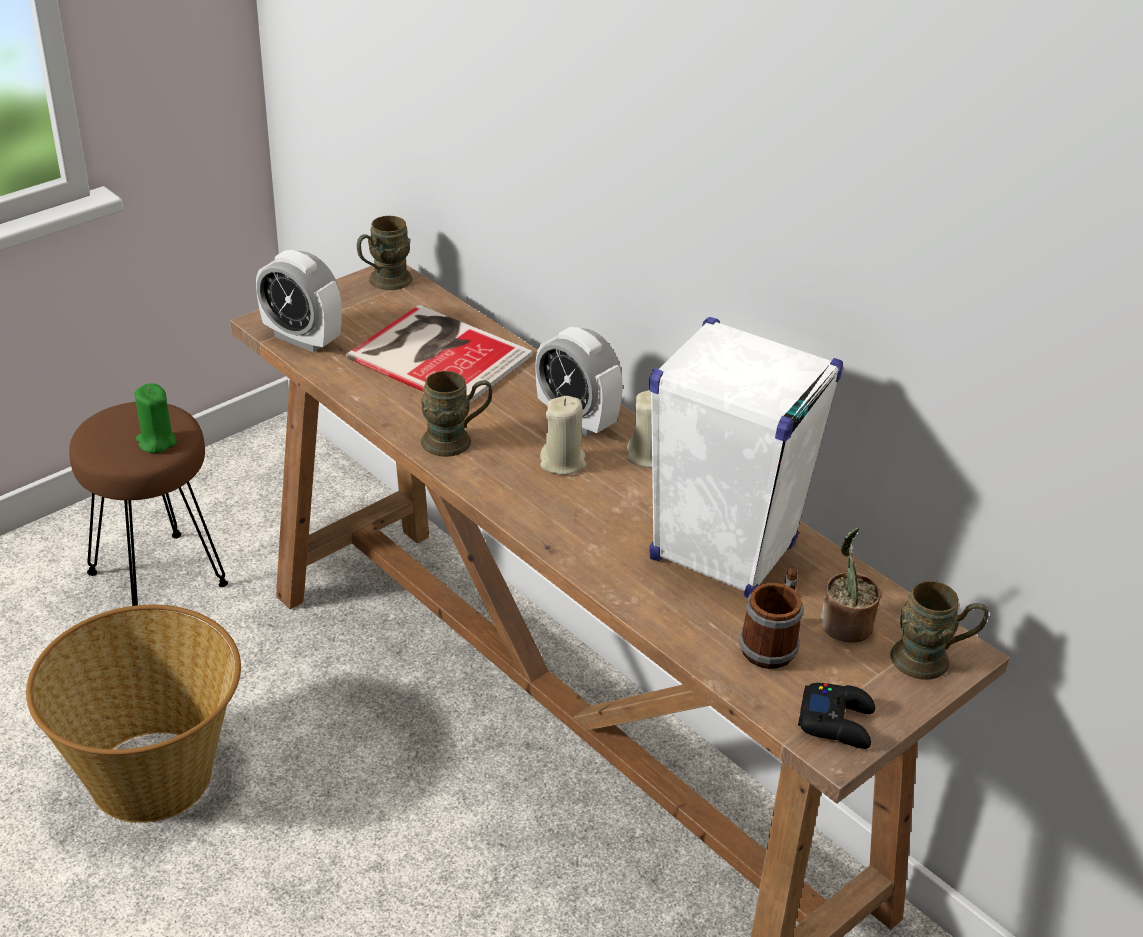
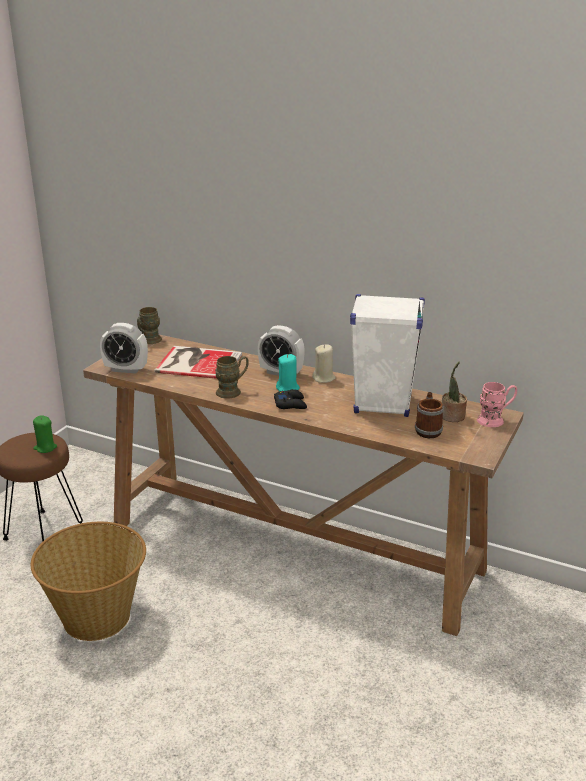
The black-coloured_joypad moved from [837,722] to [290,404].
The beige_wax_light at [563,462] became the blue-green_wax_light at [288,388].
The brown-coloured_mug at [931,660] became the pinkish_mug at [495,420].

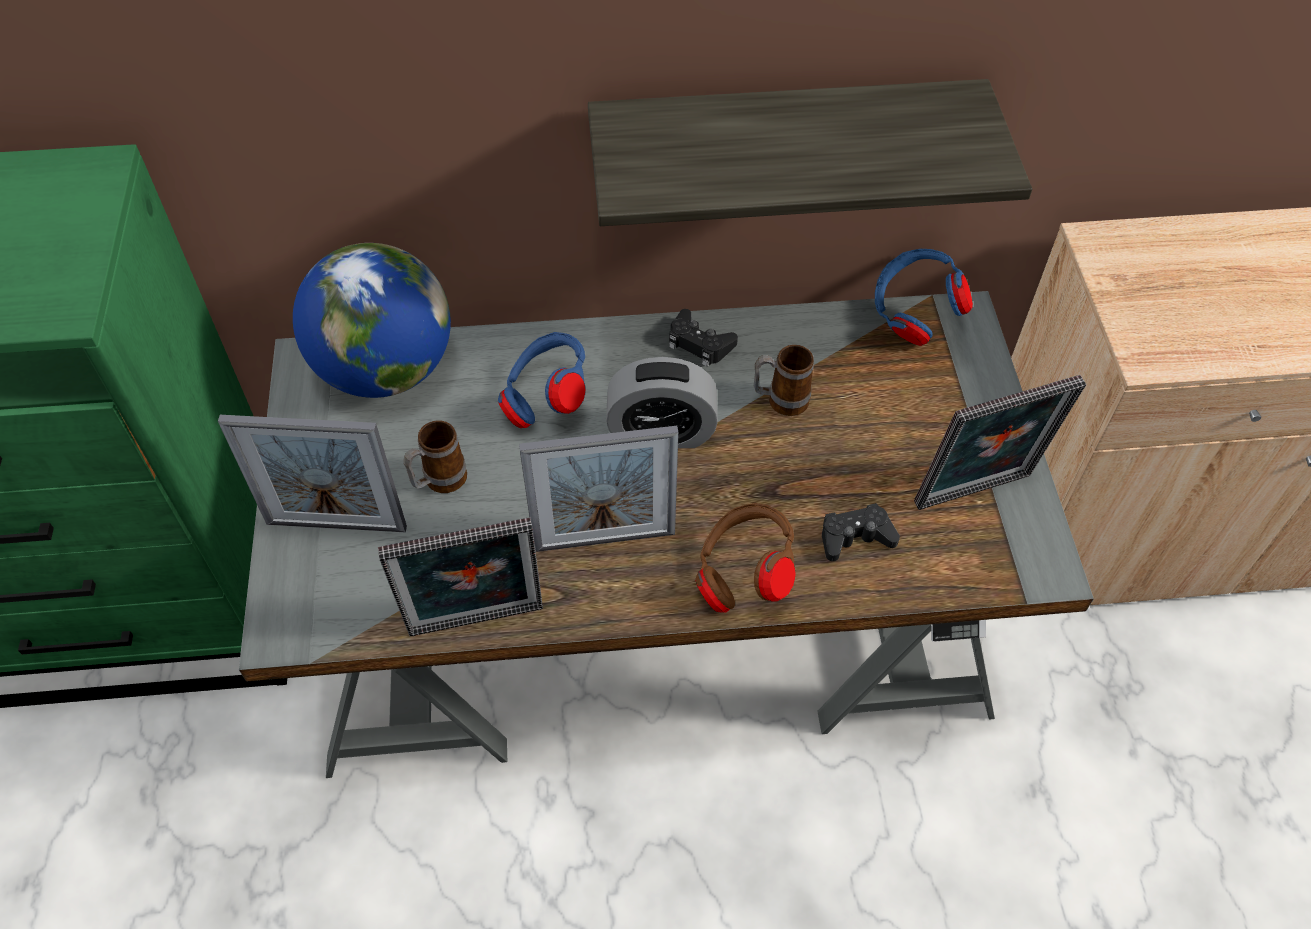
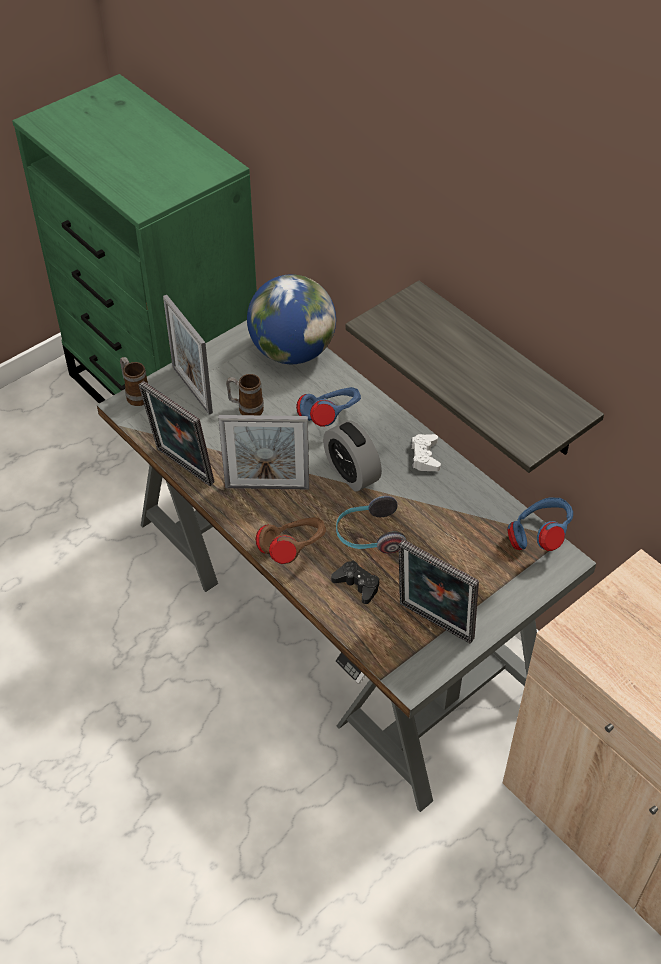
The mug moved from [779,401] to [136,395].
The picture_frame at [604,540] turned 45 degrees counterclockwise.
The pair_of_headphones at [368,535] appeared.
The black-coloured_joypad at [699,343] became the white-coloured_joypad at [425,456].

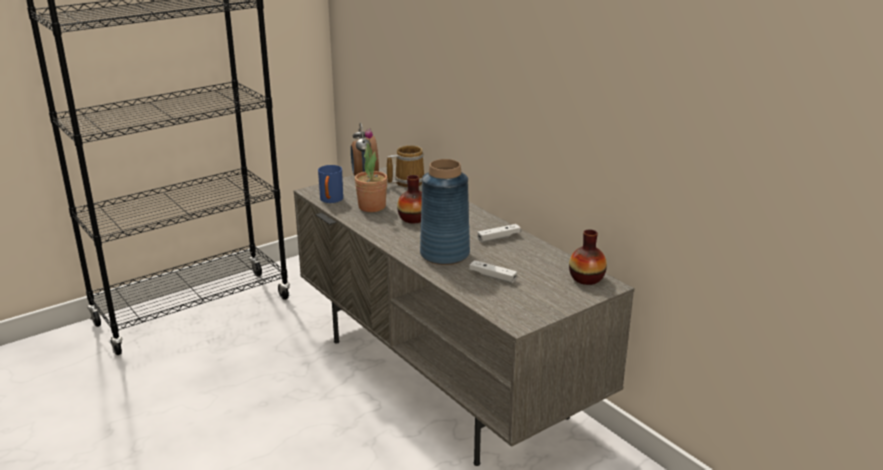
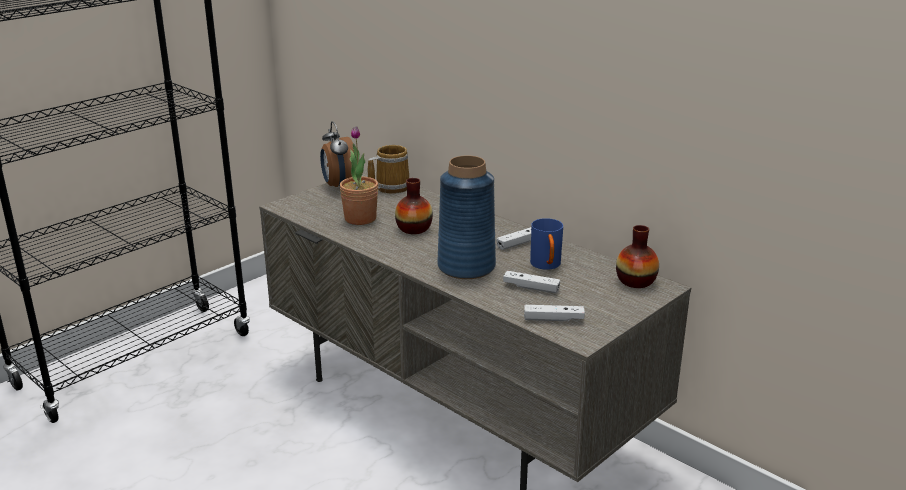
The white-coloured_joypad at [553,319] appeared.
The blue_mug moved from [330,201] to [546,266].

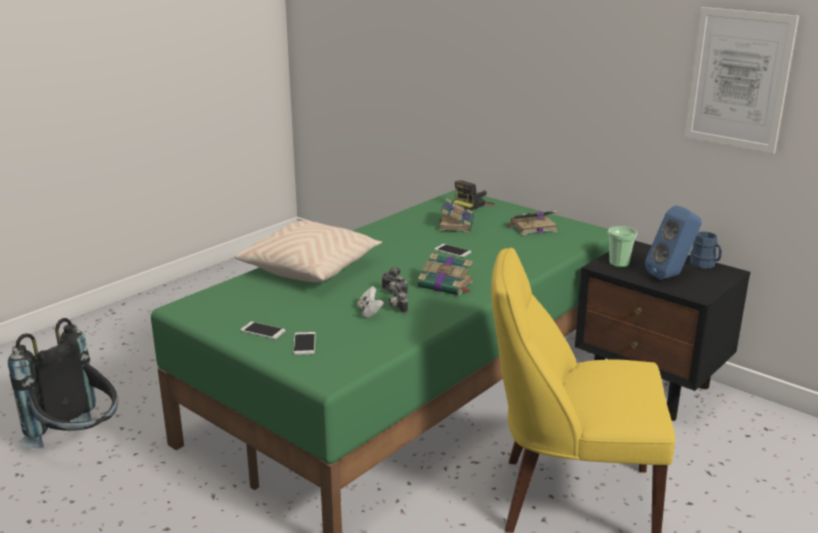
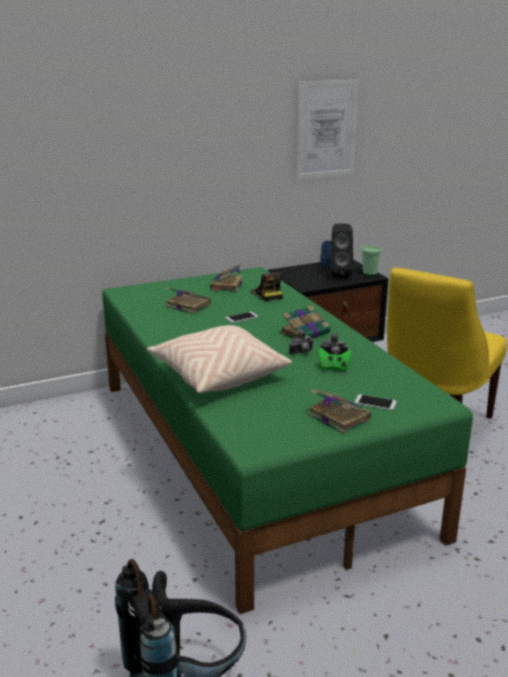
The photo_camera moved from [472,205] to [267,294].
The telephone at [263,331] was replaced by the bound_book at [337,416].
The white-coloured_joypad at [369,312] became the green_joypad at [334,368].
The blue_loudspeaker at [671,276] became the black-coloured_loudspeaker at [339,275].
The small_cup moved from [619,263] to [369,273].

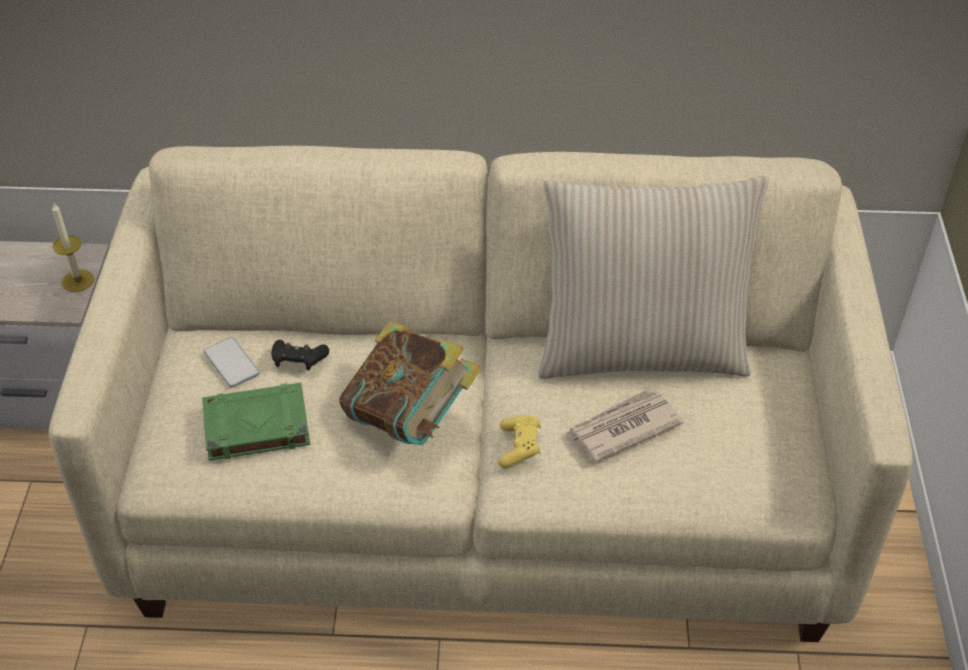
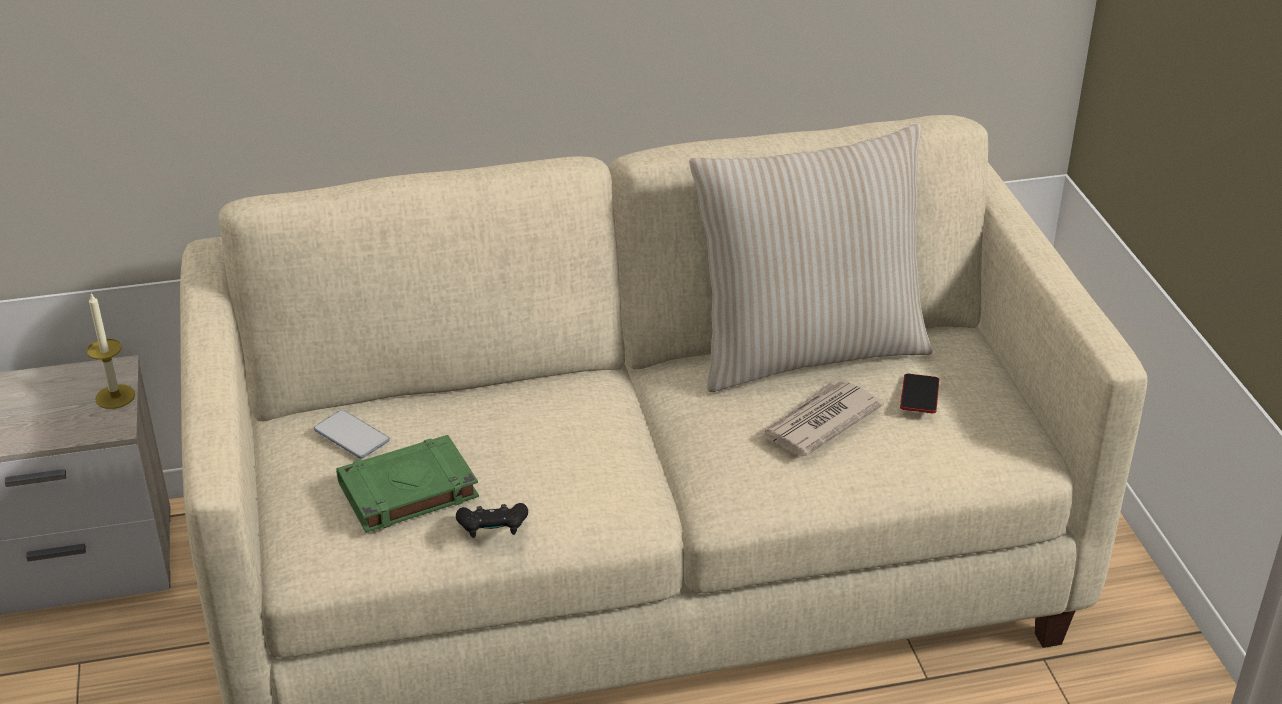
The black-coloured_joypad moved from [298,362] to [493,530].
The telephone at [919,398] appeared.
The bound_book at [411,417] disappeared.
The yellow-coloured_joypad at [519,447] disappeared.

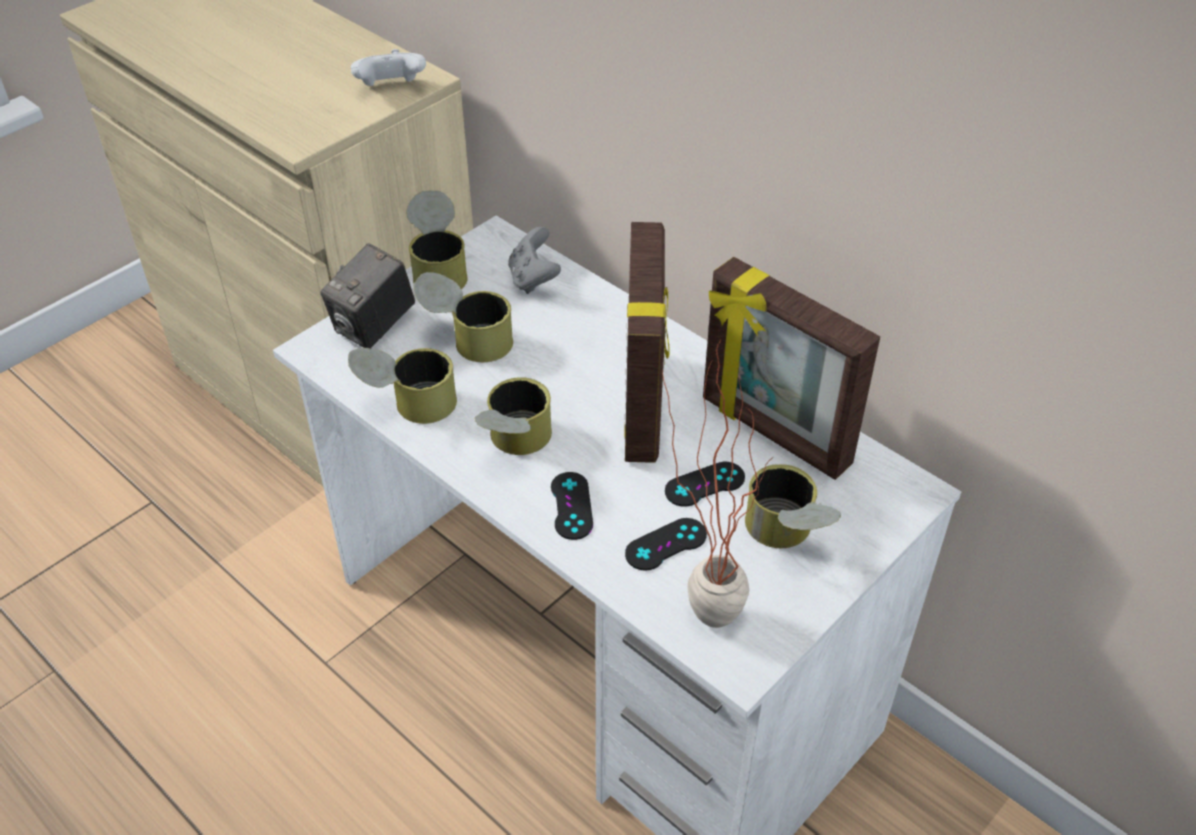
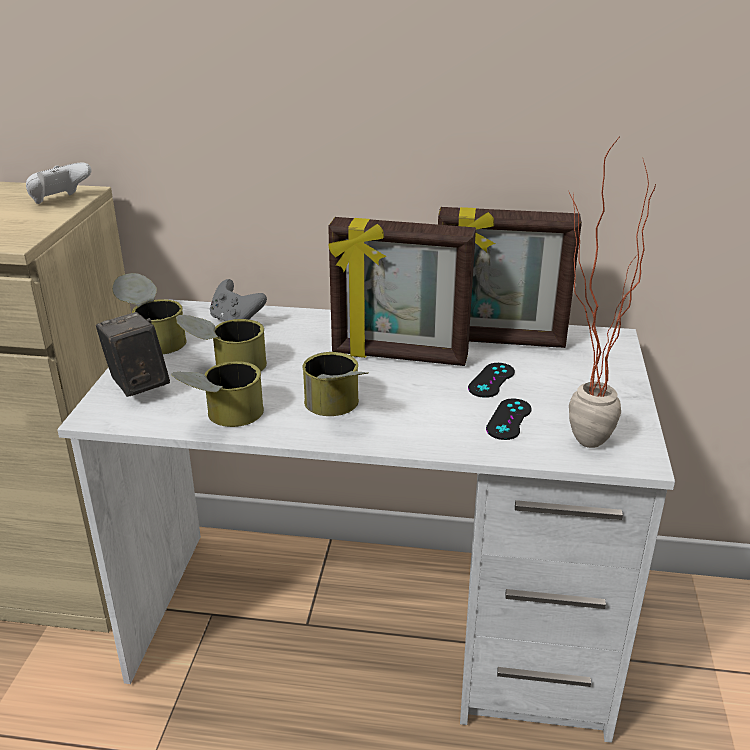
The photo_camera at [374,327] turned 150 degrees clockwise.
The picture_frame at [644,404] turned 135 degrees clockwise.
The black-coloured_joypad at [571,506] disappeared.
The can at [786,538] disappeared.

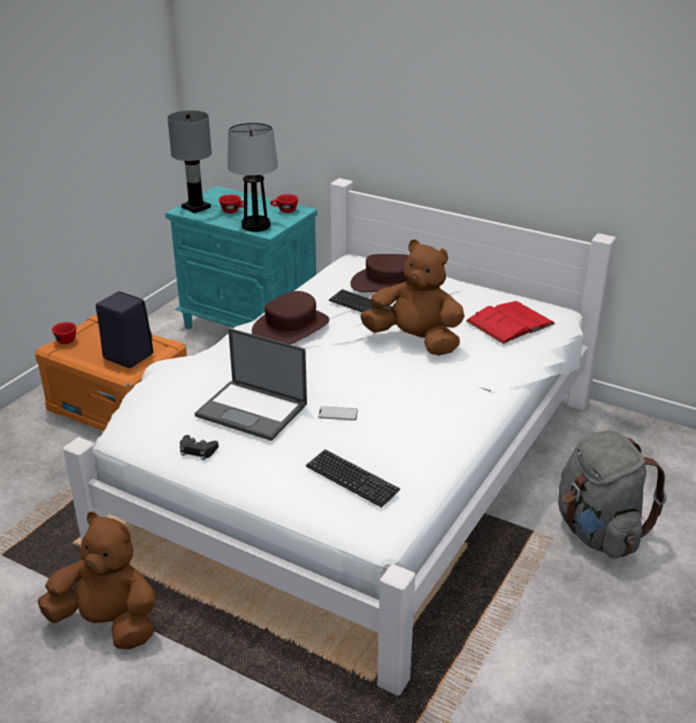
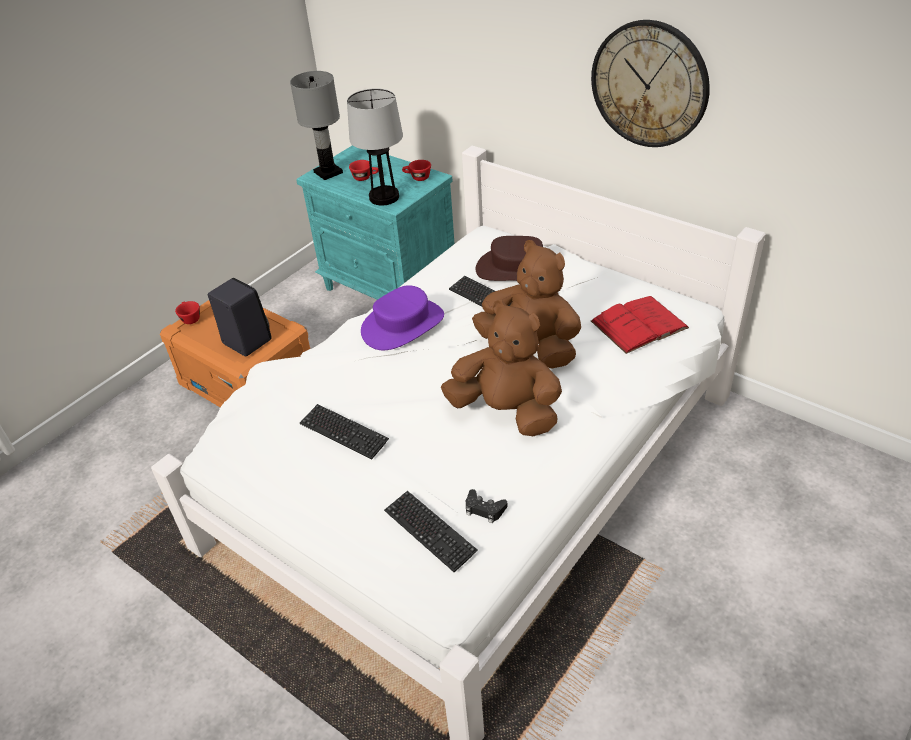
The notebook_computer at [253,410] was replaced by the computer_keyboard at [344,432].
The brown-coloured_hat at [291,328] became the purplish_hat at [403,325].
The brown-coloured_soft_toy moved from [108,623] to [506,411].
The black-coloured_joypad moved from [197,451] to [484,509].
The clock_on_the_wall at [649,84] appeared.
The telephone at [338,414] disappeared.
The greyish_knapsack at [598,532] disappeared.

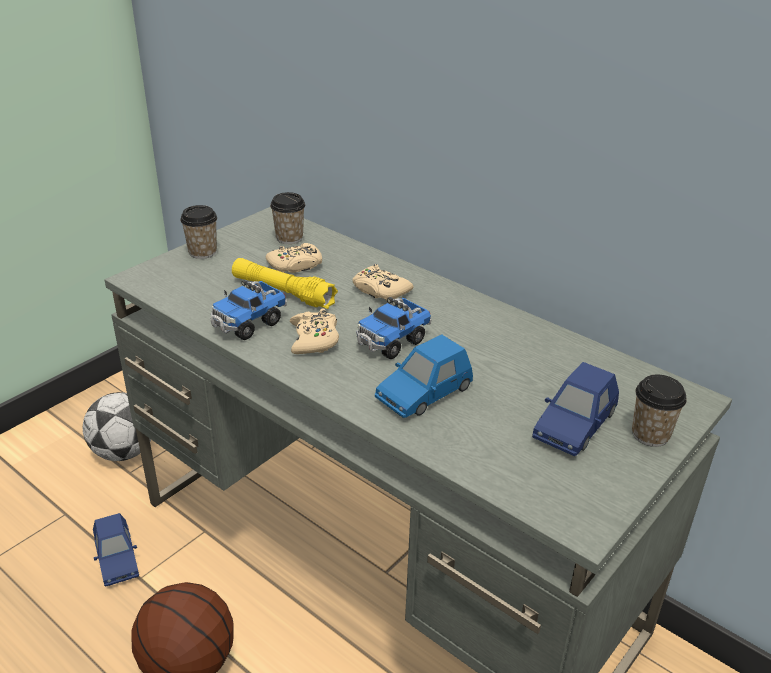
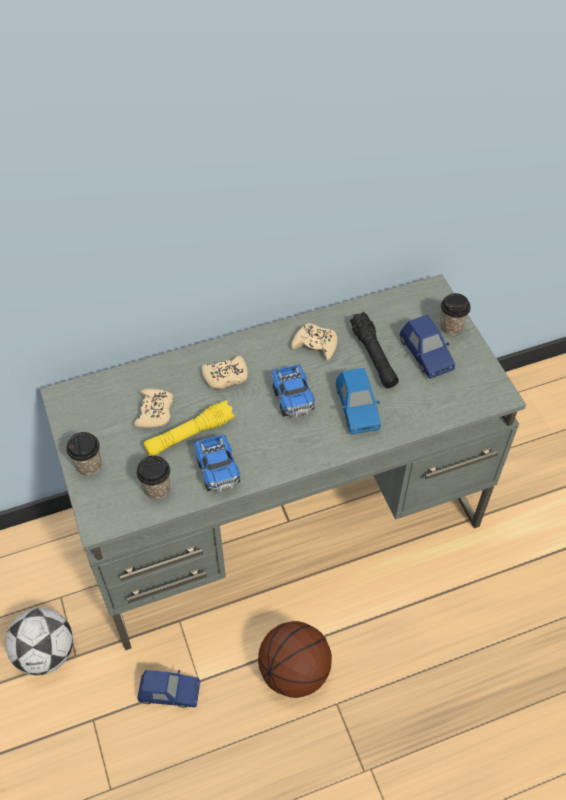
The small_cup moved from [289,238] to [157,489].
The beige_joypad moved from [314,339] to [315,345].
The black-coloured_hand_torch at [374,356] appeared.

